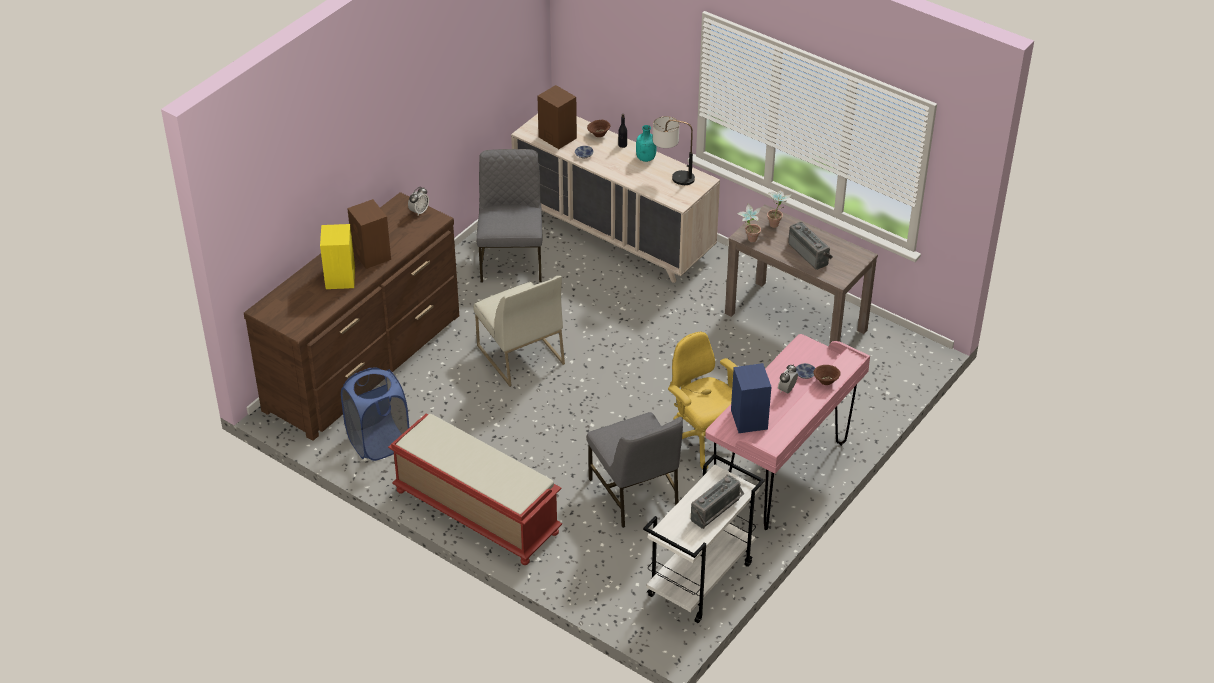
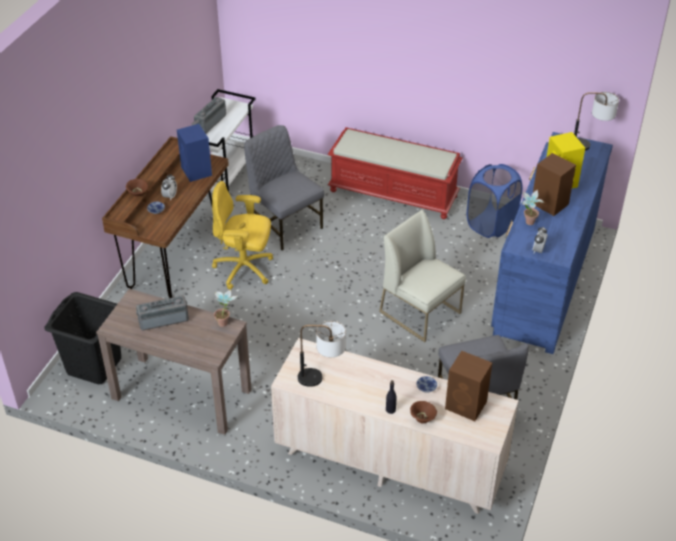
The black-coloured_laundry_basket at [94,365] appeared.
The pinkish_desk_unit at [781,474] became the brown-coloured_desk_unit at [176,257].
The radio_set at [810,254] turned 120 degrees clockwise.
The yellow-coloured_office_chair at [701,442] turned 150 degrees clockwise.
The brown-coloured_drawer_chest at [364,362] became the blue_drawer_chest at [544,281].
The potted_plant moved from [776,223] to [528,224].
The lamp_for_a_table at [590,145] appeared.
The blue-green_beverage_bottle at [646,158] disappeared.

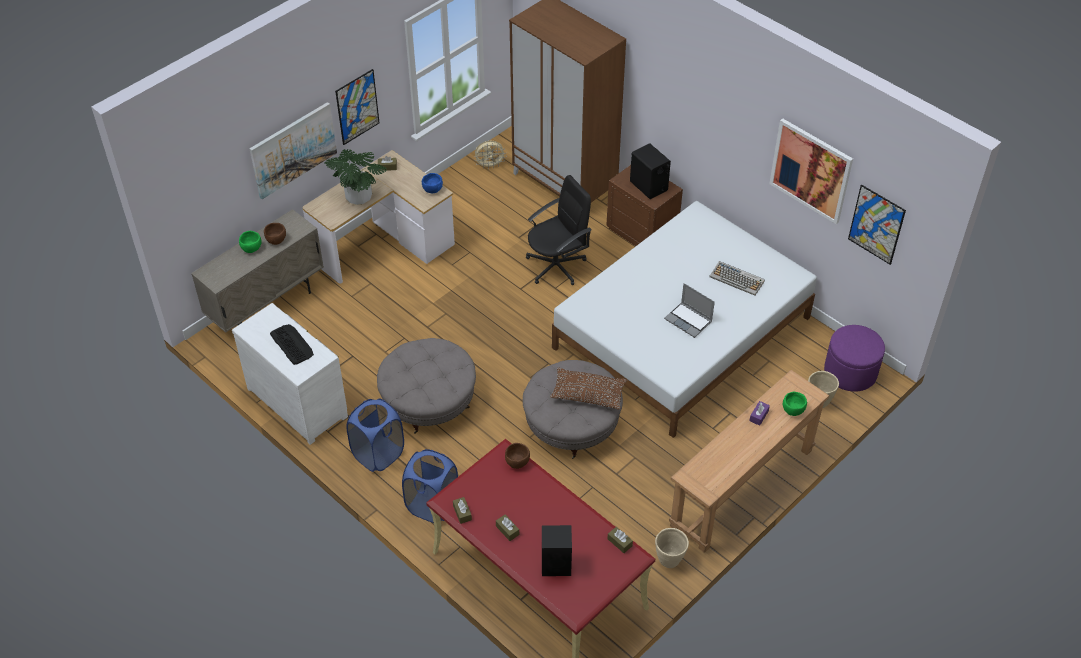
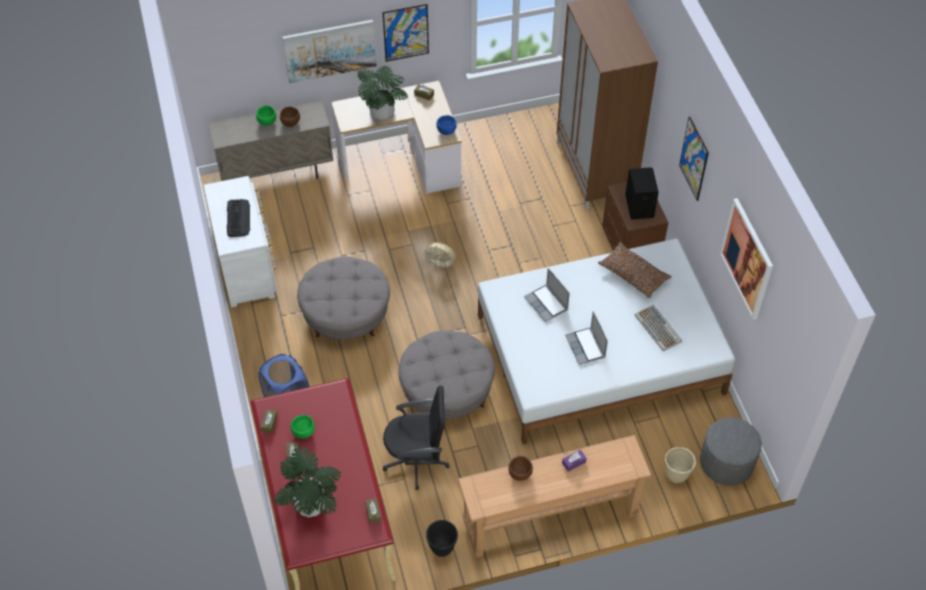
The black-coloured_loudspeaker at [557,564] was replaced by the potted_plant at [310,505].
The green_deep_dish moved from [793,410] to [303,432].
The black-coloured_office_chair moved from [557,266] to [417,460].
The beige_cooling_fan moved from [490,165] to [440,265].
The beige_planter at [669,560] became the black-coloured_planter at [442,549].
The brown-coloured_deep_dish moved from [517,462] to [520,473].
The notebook_computer at [547,304] appeared.
The brown-coloured_pillow moved from [588,394] to [633,275].
The wall_art moved from [876,224] to [694,158].
The purplish_footrest at [850,372] became the greyish_footrest at [726,462].
The blue_laundry_basket at [378,454] disappeared.

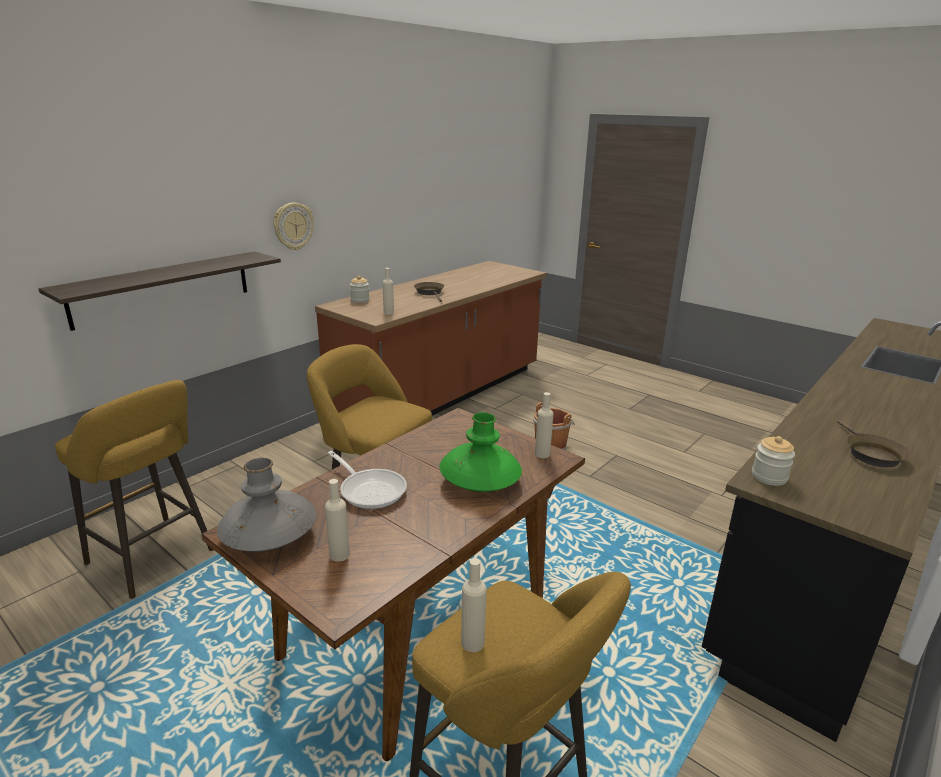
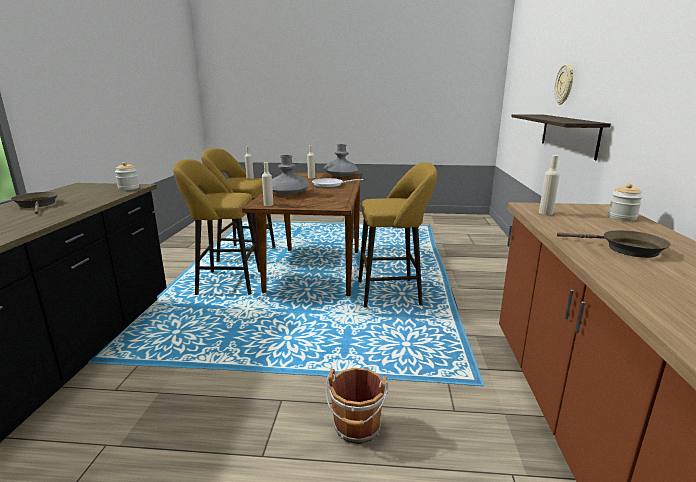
The yellow-coloured_sitting_stool moved from [154,559] to [225,283].
The green_decorative_vase at [480,481] became the greyish_decorative_vase at [288,193].
The clock_on_the_wall moved from [293,226] to [565,84].

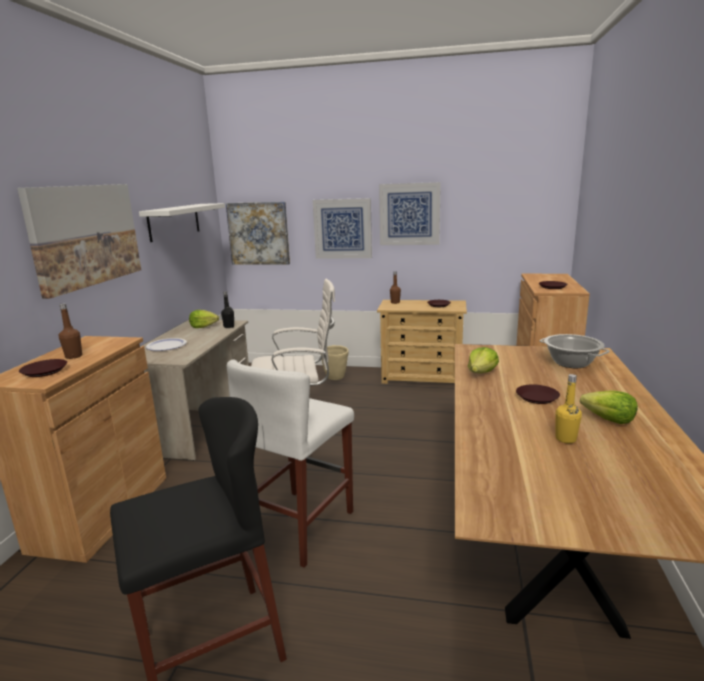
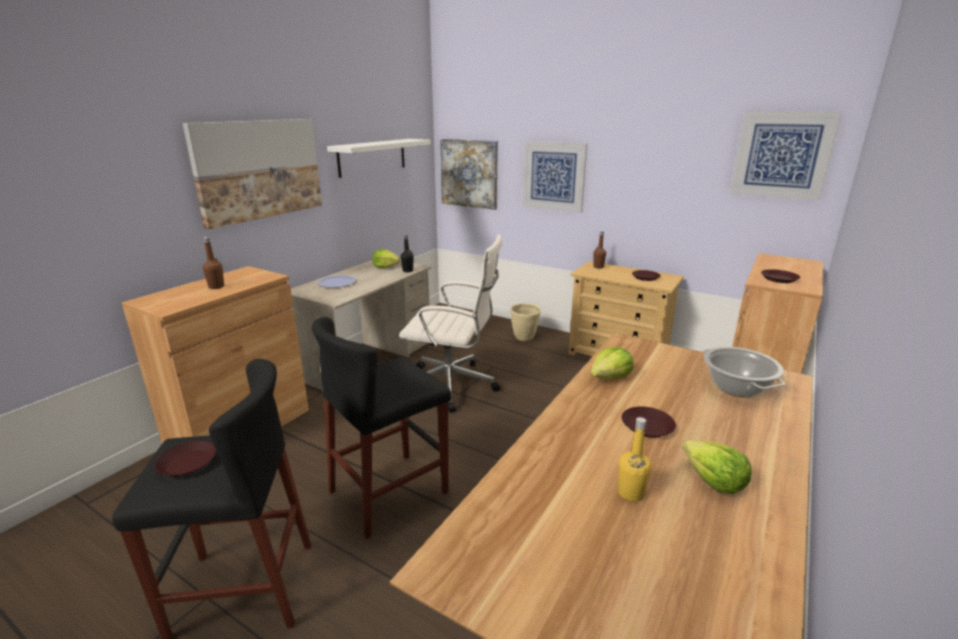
The brown-coloured_plate moved from [44,371] to [188,462].
The white-coloured_sitting_stool at [298,525] became the black-coloured_sitting_stool at [389,492].
The wall_art moved from [409,214] to [782,155].

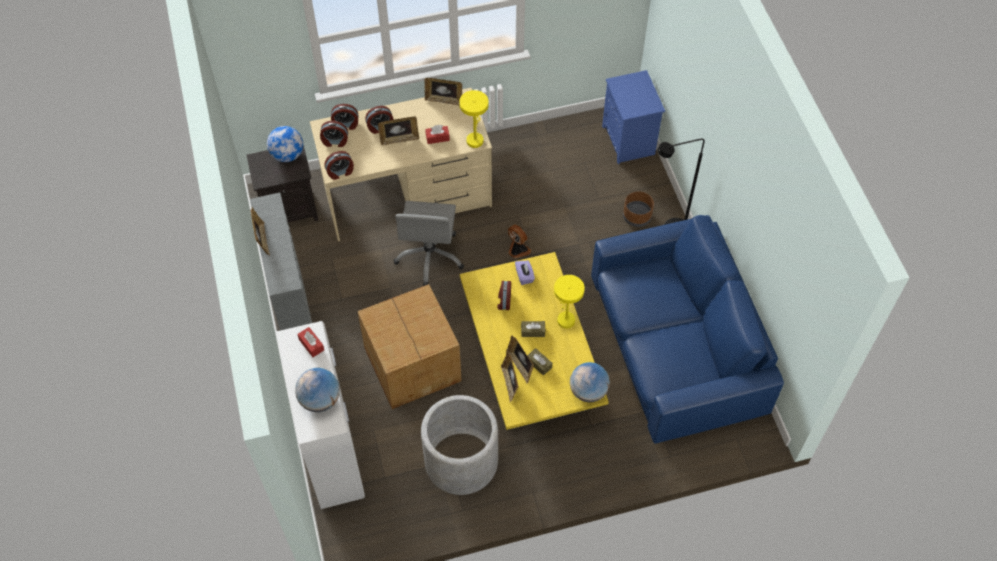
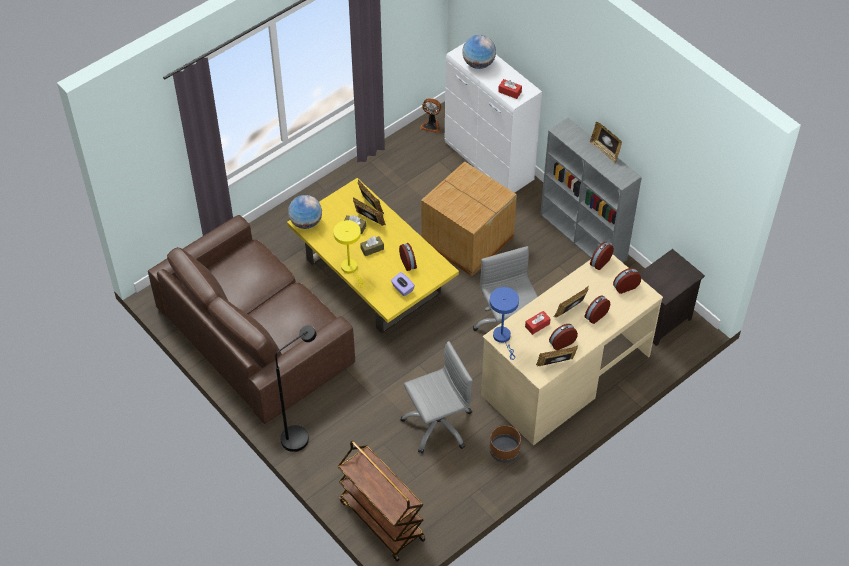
The blue_settee at [675,345] became the brown-coloured_settee at [256,335].
The blue_bedside_table at [629,141] was replaced by the brown-coloured_cart at [381,520].
The greyish_office_chair at [437,424] appeared.
The cooling_fan moved from [517,250] to [431,125].
The yellow-coloured_lamp_for_a_table at [474,138] became the blue_lamp_for_a_table at [503,338].
The brown-coloured_planter moved from [637,216] to [504,451].
The bedside_clock moved from [345,125] to [561,342].
The globe at [287,155] disappeared.
The greyish_planter at [461,461] disappeared.

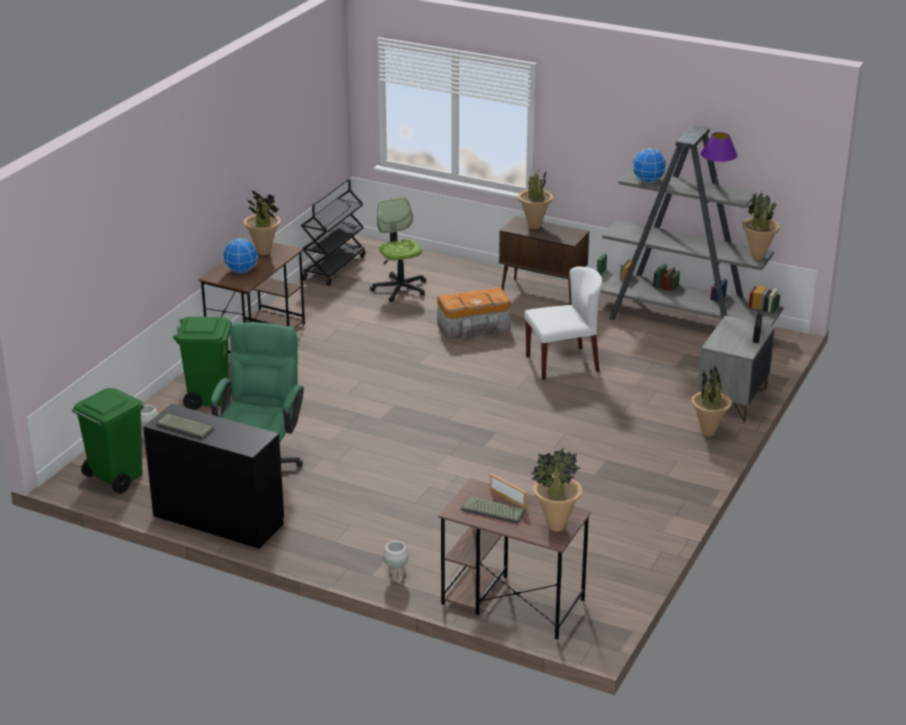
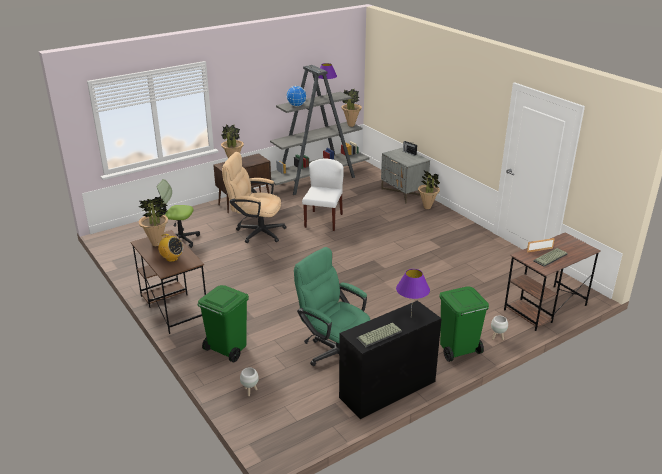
The globe at [241,271] was replaced by the radio_set at [172,258].
The storage_container at [475,328] was replaced by the beige_office_chair at [256,232].
The purplish_lamp_for_a_table at [410,317] appeared.
The green_trash_can moved from [115,478] to [458,350].
The black-coloured_cart at [333,267] disappeared.
The potted_plant at [556,527] disappeared.

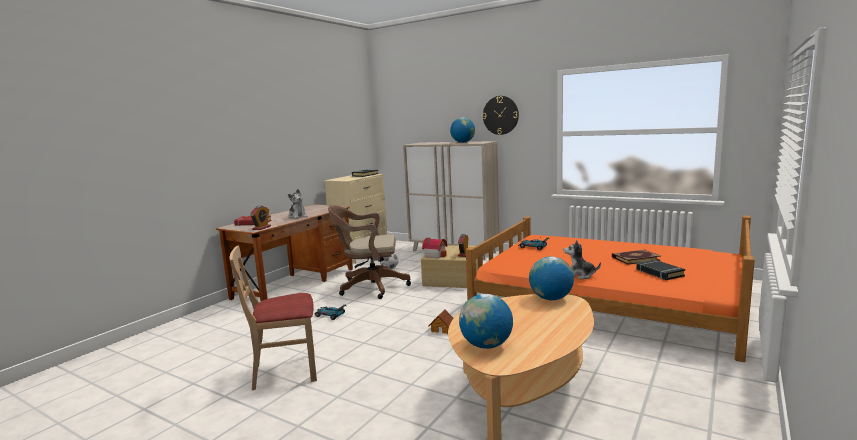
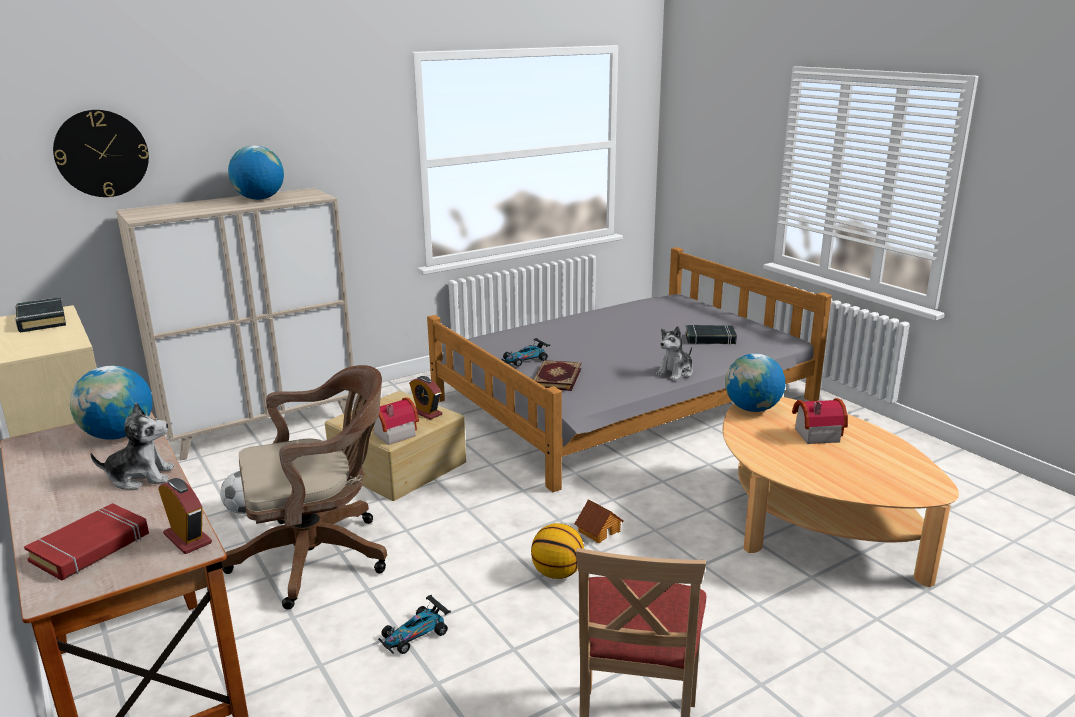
The clock_on_the_wall moved from [500,115] to [101,153].
The globe moved from [486,345] to [118,435].
The brown-coloured_office_chair at [369,287] turned 135 degrees counterclockwise.
The orange-coloured_bedroom_bed at [606,302] became the greyish_bedroom_bed at [623,400].
The ball_for_basketball at [557,573] appeared.
The bound_book moved from [635,258] to [555,378].
The toy_house at [814,434] appeared.

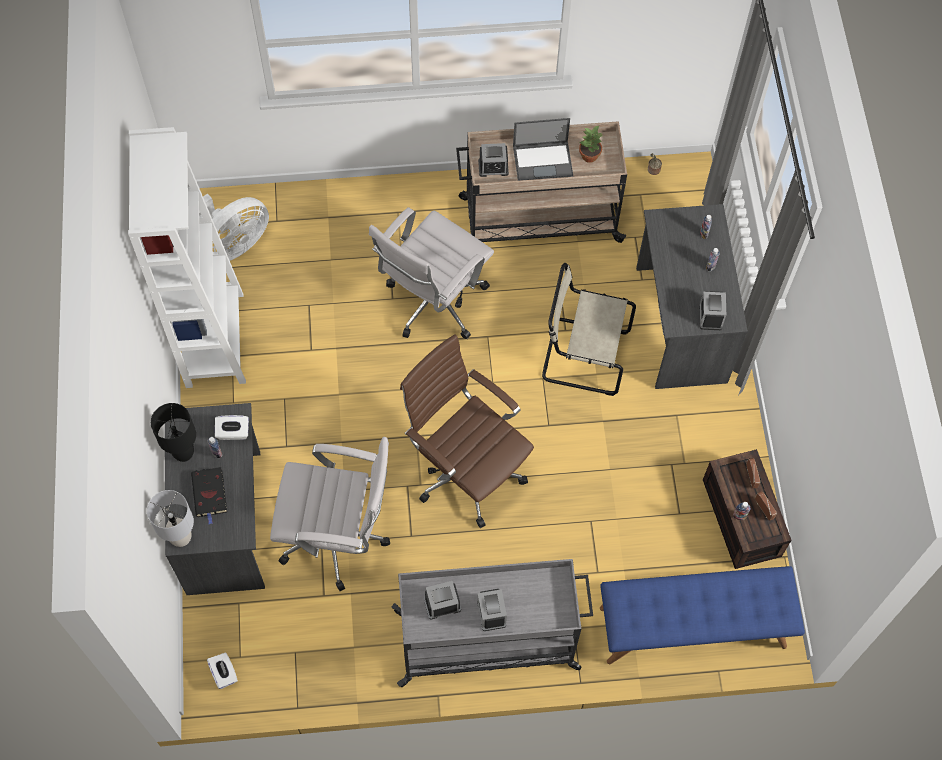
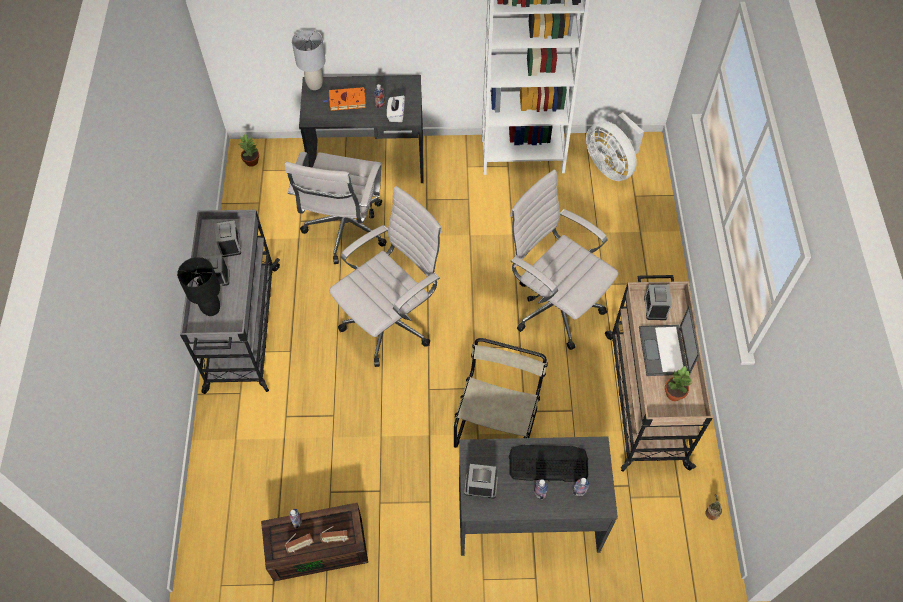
The black-coloured_lamp_for_a_table moved from [183,453] to [211,309].
The white-coloured_box_of_tissues at [224,674] was replaced by the potted_plant at [252,161].
The black-coloured_bound_book at [210,495] became the orange-coloured_bound_book at [346,101].
The brown-coloured_office_chair at [466,471] became the white-coloured_office_chair at [391,322].
The computer_keyboard at [548,464] appeared.
The blue_long_seat at [692,628] disappeared.

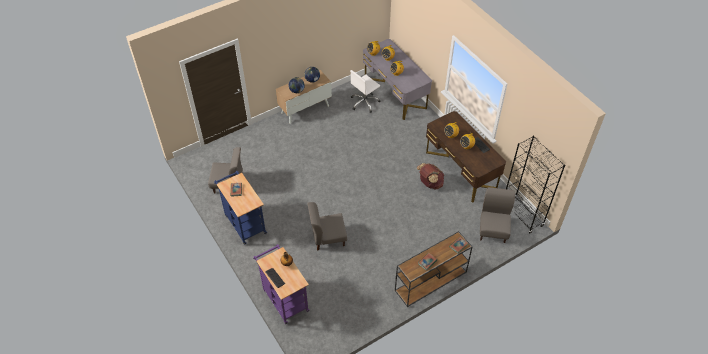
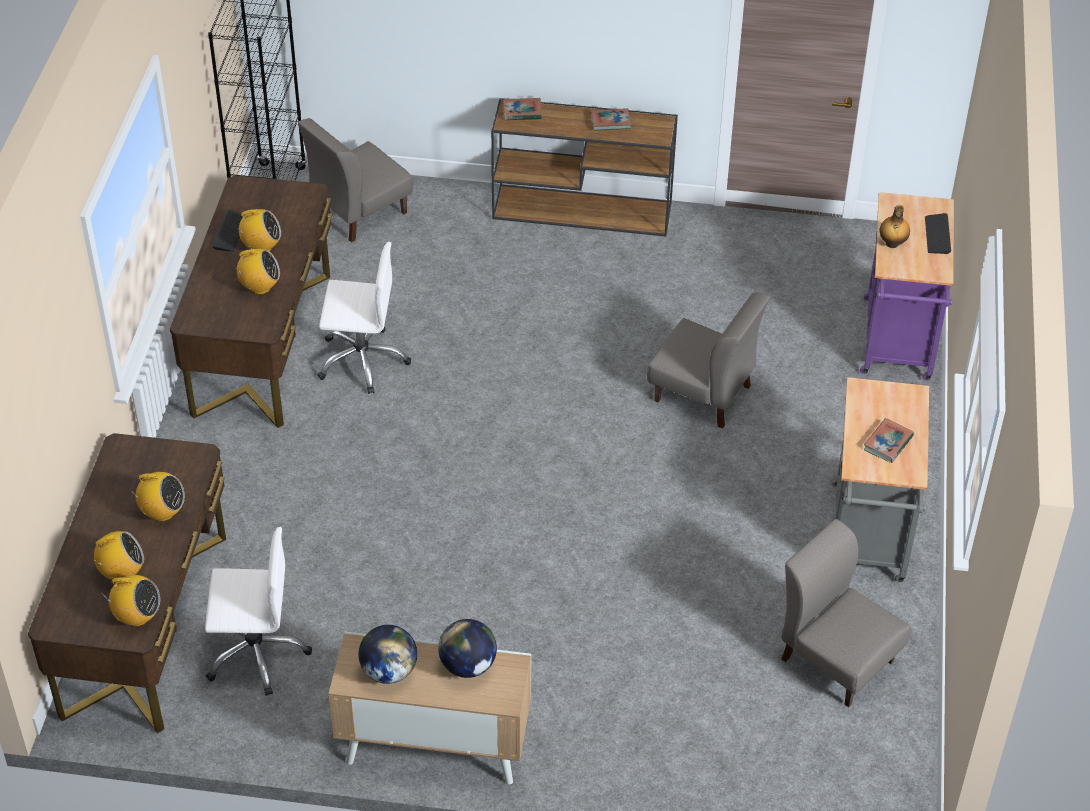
The greyish_desk_unit at [395,93] became the brown-coloured_desk_unit at [145,624].
The brown-coloured_knapsack at [430,183] was replaced by the white-coloured_office_chair at [362,360].
The blue_cart at [244,222] became the greyish_cart at [868,540].

